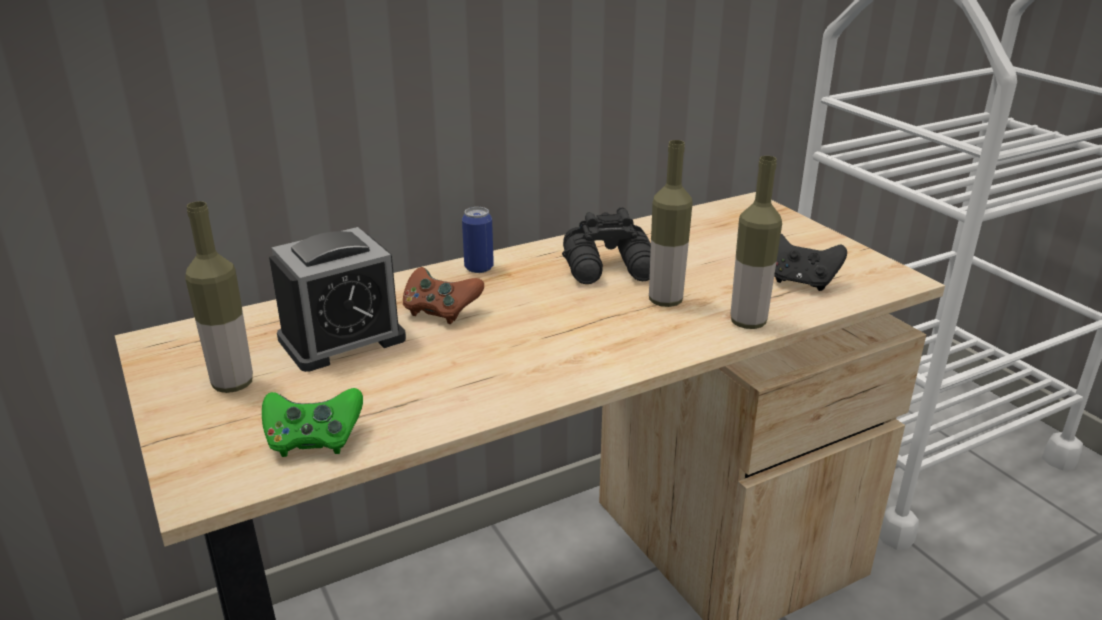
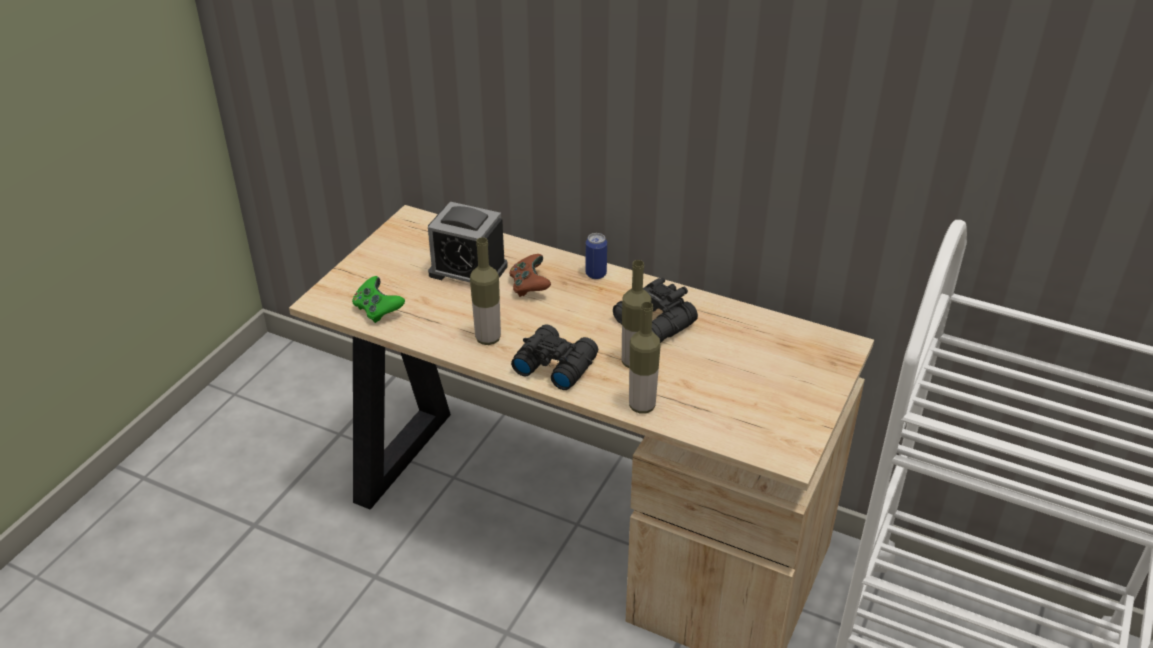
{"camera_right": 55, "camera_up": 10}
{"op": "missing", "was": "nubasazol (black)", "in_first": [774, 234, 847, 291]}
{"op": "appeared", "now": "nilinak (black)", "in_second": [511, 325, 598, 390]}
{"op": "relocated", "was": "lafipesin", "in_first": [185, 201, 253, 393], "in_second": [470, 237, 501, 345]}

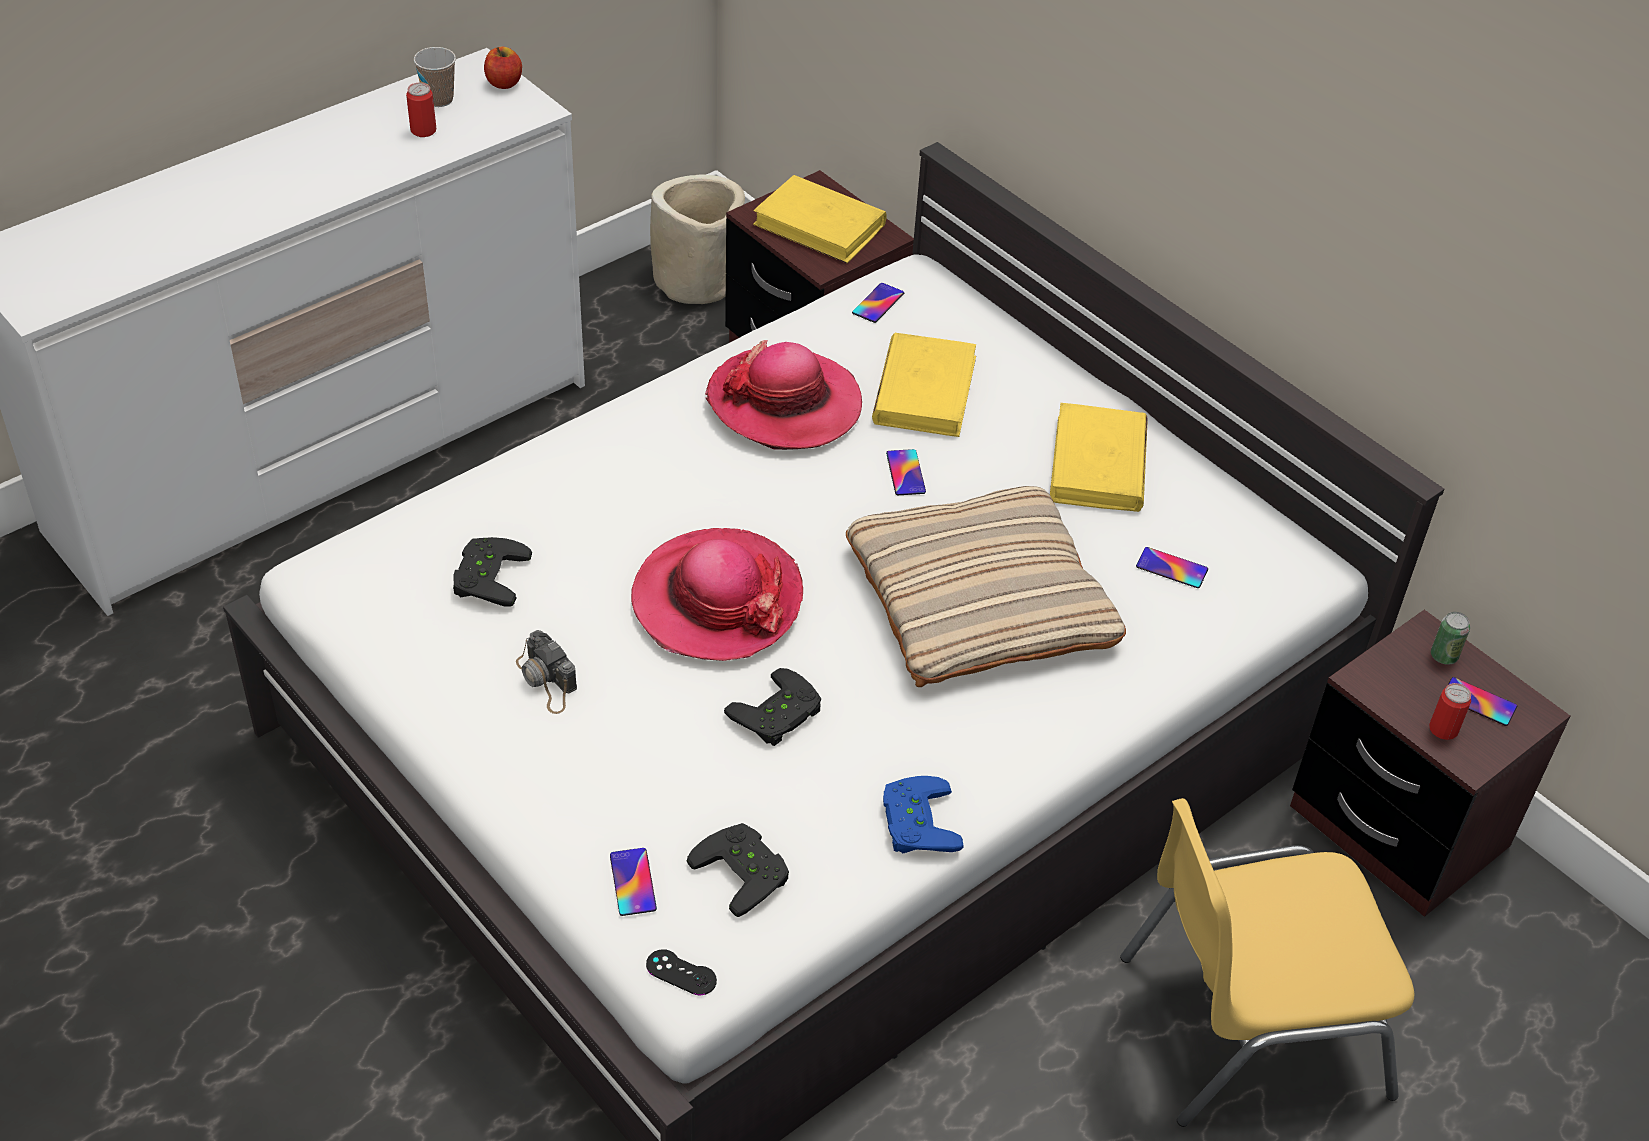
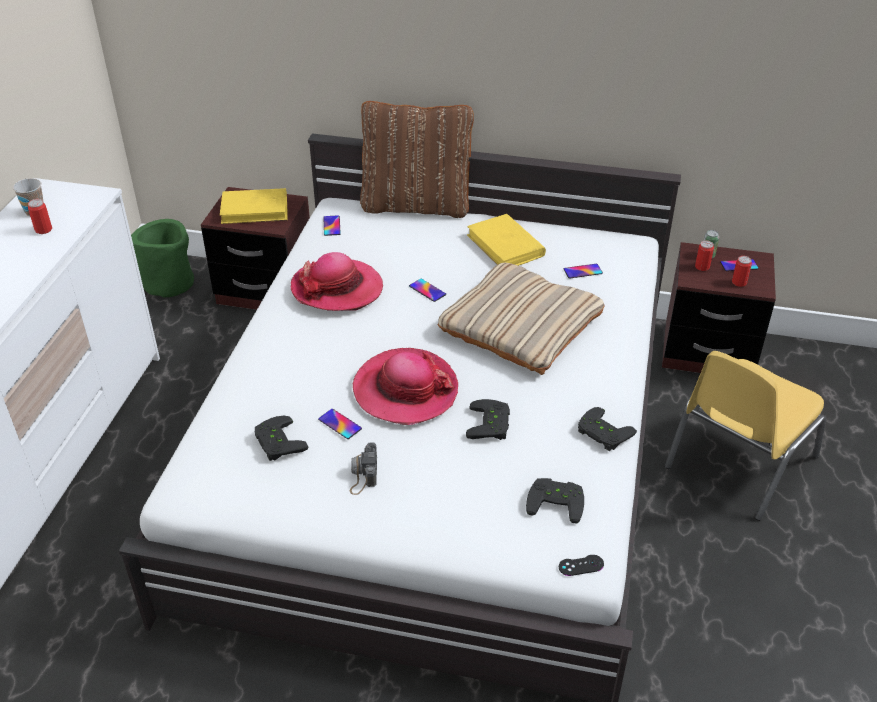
{"camera_right": -35, "camera_up": -5}
{"op": "missing", "was": "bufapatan", "in_first": [484, 47, 522, 89]}
{"op": "missing", "was": "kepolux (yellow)", "in_first": [872, 333, 976, 437]}
{"op": "appeared", "now": "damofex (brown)", "in_second": [360, 101, 474, 218]}
{"op": "appeared", "now": "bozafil", "in_second": [695, 241, 714, 271]}
{"op": "relocated", "was": "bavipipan", "in_first": [610, 848, 657, 916], "in_second": [318, 409, 362, 439]}
{"op": "colour", "was": "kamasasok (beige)", "now": "kamasasok (green)", "in_first": [650, 174, 745, 304], "in_second": [131, 219, 194, 298]}
{"op": "colour", "was": "nubasazol (blue)", "now": "nubasazol (black)", "in_first": [883, 776, 963, 853], "in_second": [578, 407, 637, 451]}
{"op": "spun", "was": "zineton", "in_first": [516, 630, 577, 714], "in_second": [350, 443, 377, 495], "clockwise": 75}

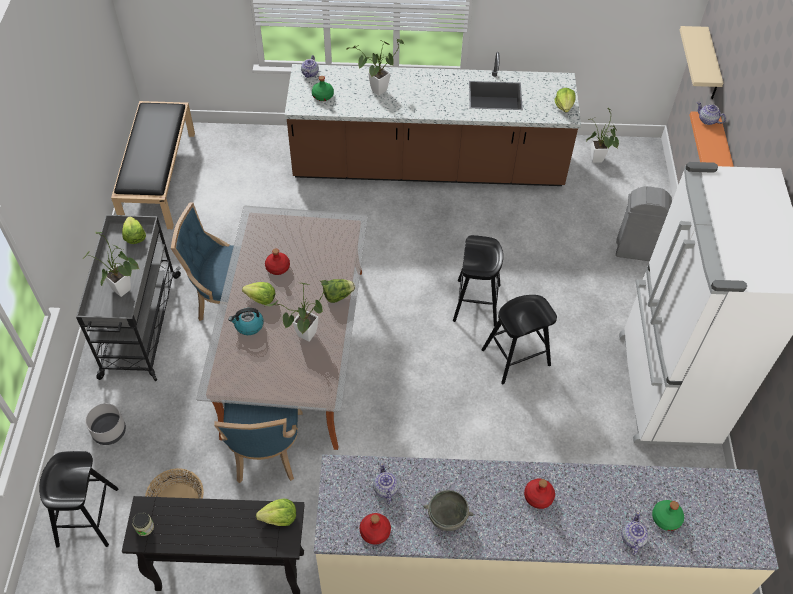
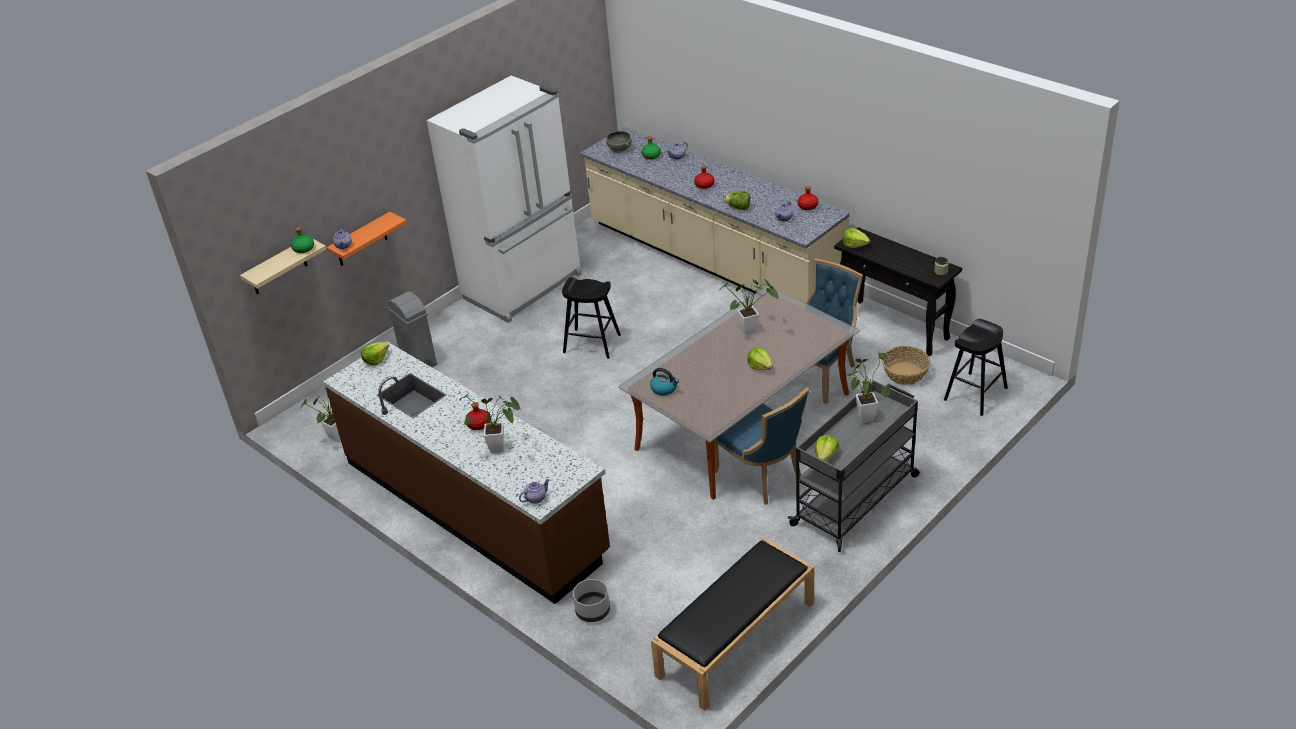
{"camera_right": -135, "camera_up": -15}
{"op": "missing", "was": "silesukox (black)", "in_first": [453, 235, 503, 327]}
{"op": "relocated", "was": "kamasasok (grey)", "in_first": [85, 403, 126, 445], "in_second": [573, 579, 610, 622]}
{"op": "relocated", "was": "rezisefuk", "in_first": [228, 308, 263, 335], "in_second": [650, 368, 679, 396]}
{"op": "relocated", "was": "lafipesin (red)", "in_first": [265, 248, 290, 275], "in_second": [466, 402, 490, 430]}
{"op": "relocated", "was": "lafipesin (green)", "in_first": [312, 76, 334, 101], "in_second": [291, 227, 314, 253]}
{"op": "relocated", "was": "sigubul", "in_first": [323, 279, 355, 303], "in_second": [724, 191, 750, 210]}
{"op": "relocated", "was": "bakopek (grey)", "in_first": [424, 490, 474, 531], "in_second": [606, 131, 631, 153]}

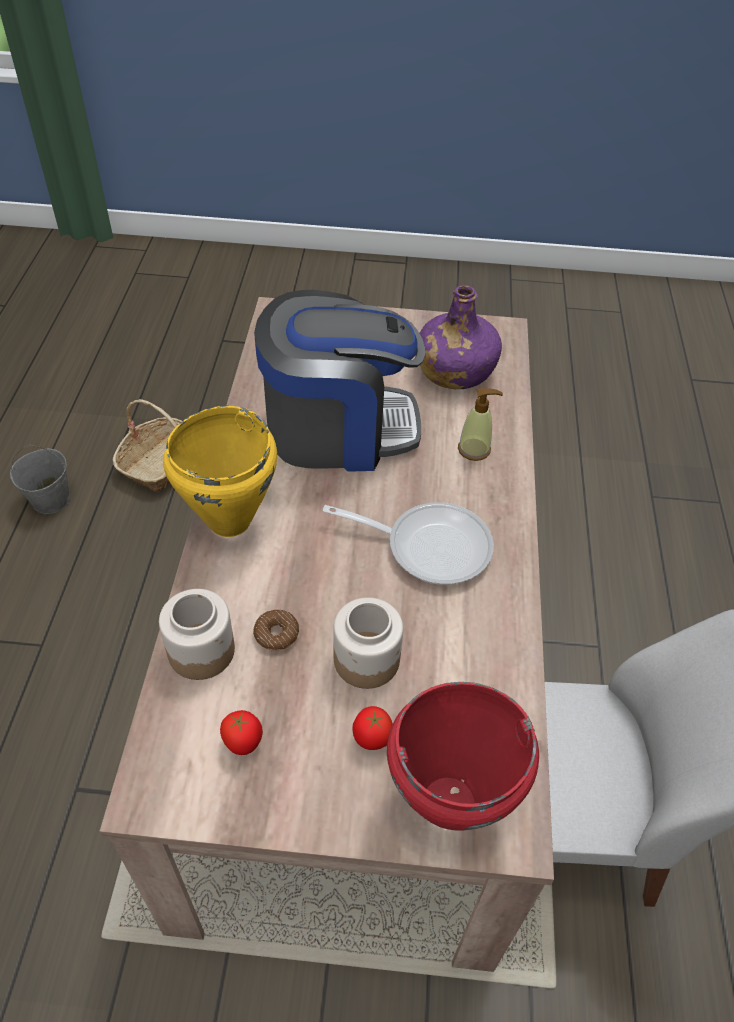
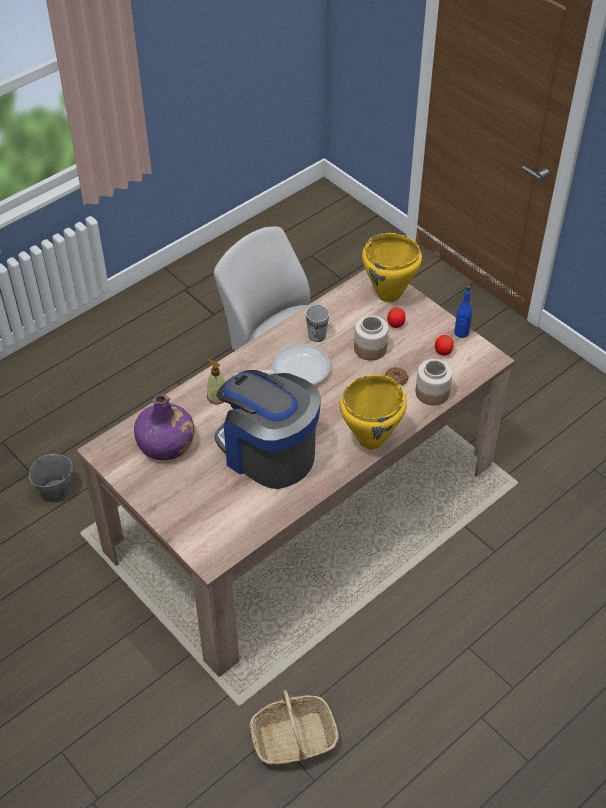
{"camera_right": -135, "camera_up": 0}
{"op": "appeared", "now": "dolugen", "in_second": [305, 305, 329, 342]}
{"op": "appeared", "now": "lafipesin (blue)", "in_second": [454, 285, 472, 338]}
{"op": "relocated", "was": "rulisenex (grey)", "in_first": [10, 445, 70, 514], "in_second": [29, 454, 73, 503]}
{"op": "colour", "was": "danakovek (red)", "now": "danakovek (yellow)", "in_first": [387, 682, 539, 831], "in_second": [362, 233, 422, 302]}
{"op": "spun", "was": "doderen", "in_first": [323, 502, 494, 585], "in_second": [234, 344, 330, 385], "clockwise": 105}

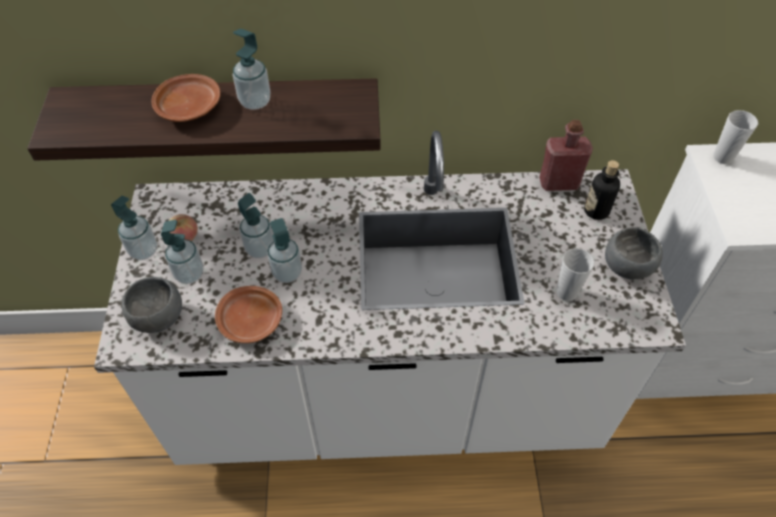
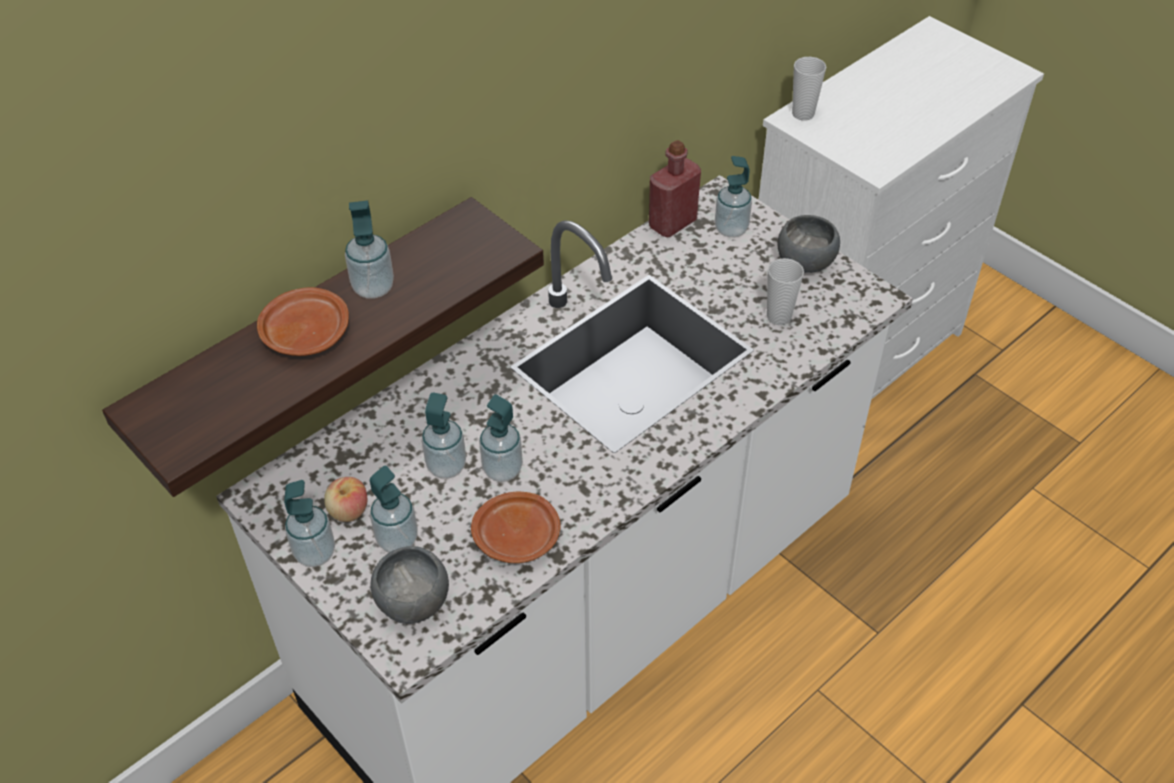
{"camera_right": -40, "camera_up": -5}
{"op": "exchanged", "was": "lafipesin", "now": "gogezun", "in_first": [584, 160, 620, 220], "in_second": [715, 156, 752, 237]}

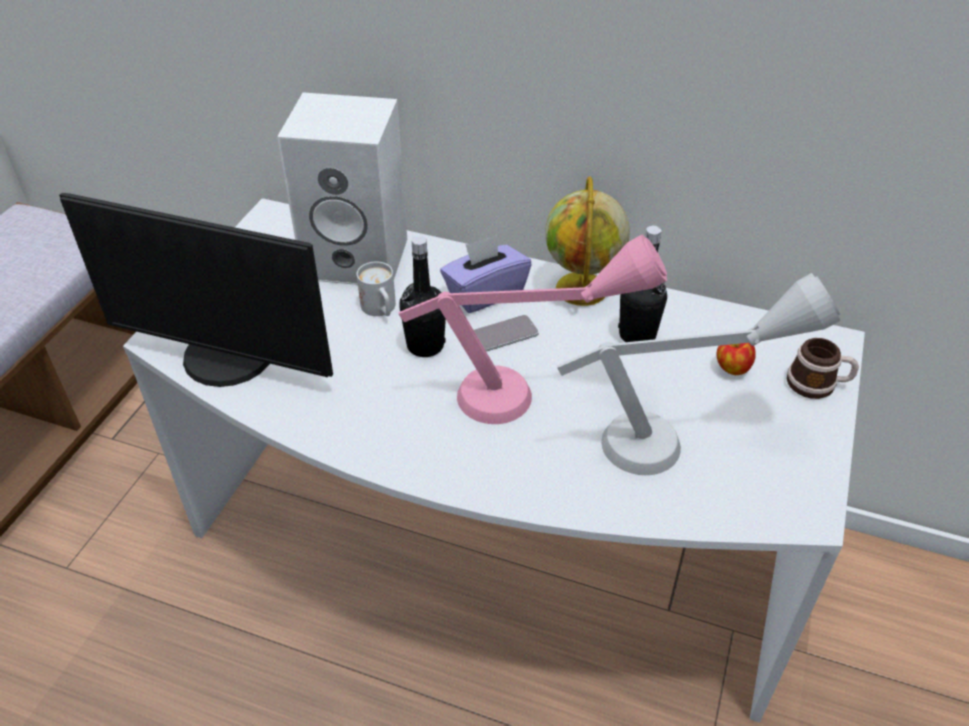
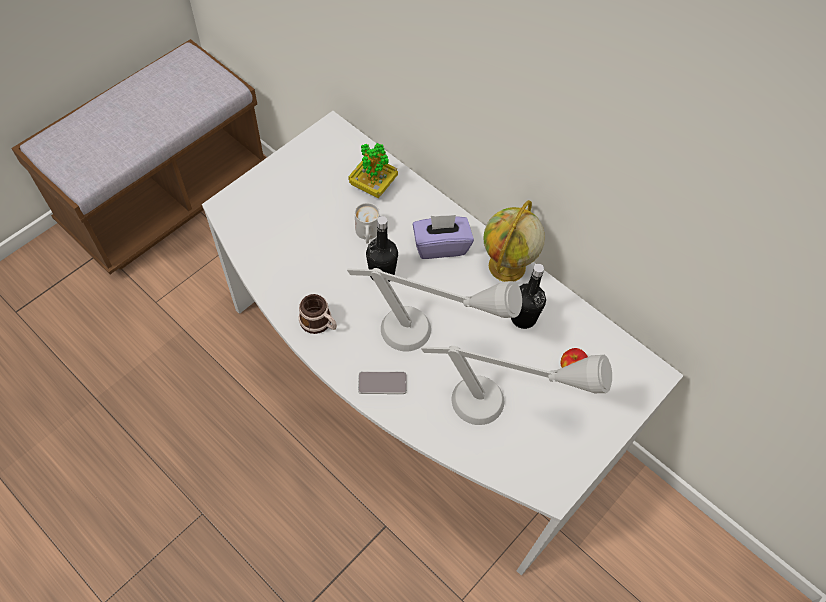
{"camera_right": 20, "camera_up": 15}
{"op": "missing", "was": "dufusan", "in_first": [59, 193, 333, 387]}
{"op": "relocated", "was": "bavipipan", "in_first": [474, 315, 539, 352], "in_second": [358, 371, 407, 394]}
{"op": "relocated", "was": "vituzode", "in_first": [786, 338, 859, 399], "in_second": [298, 294, 337, 334]}
{"op": "exchanged", "was": "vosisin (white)", "now": "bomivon", "in_first": [277, 92, 407, 285], "in_second": [348, 143, 398, 198]}
{"op": "colour", "was": "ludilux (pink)", "now": "ludilux (grey)", "in_first": [398, 235, 667, 424], "in_second": [347, 268, 522, 351]}

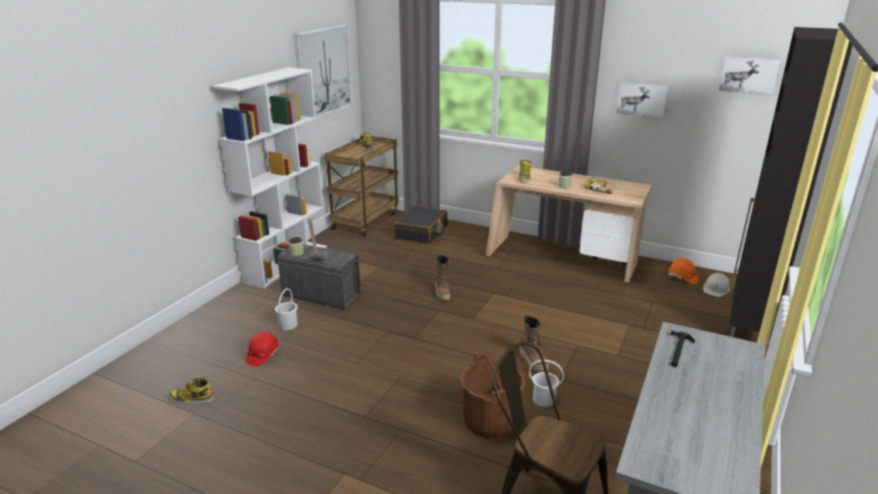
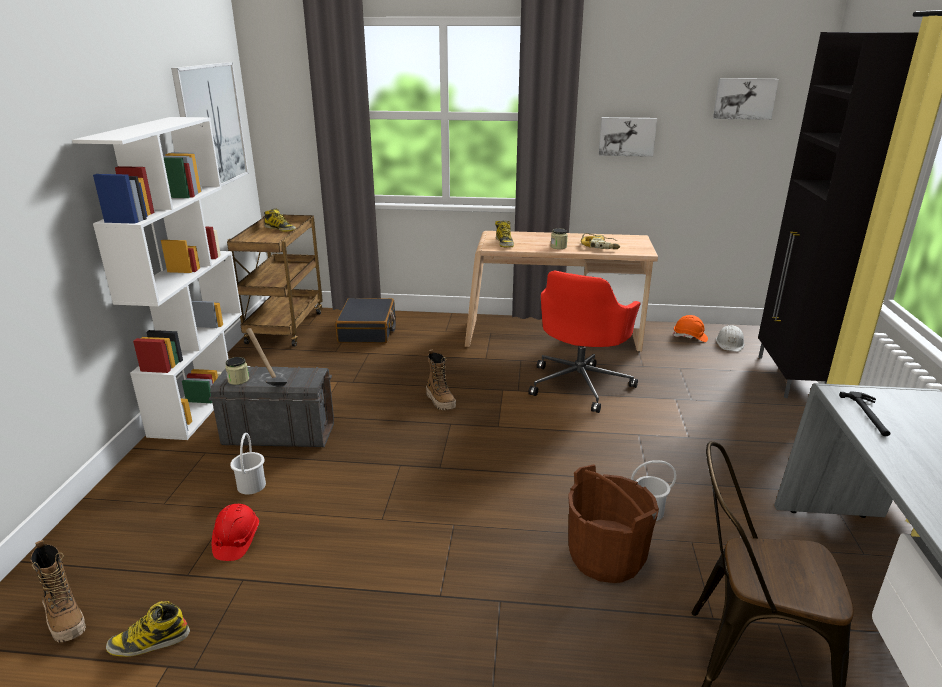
{"camera_right": -20, "camera_up": 0}
{"op": "appeared", "now": "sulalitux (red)", "in_second": [528, 270, 641, 413]}
{"op": "relocated", "was": "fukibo", "in_first": [519, 313, 549, 371], "in_second": [30, 540, 86, 642]}

